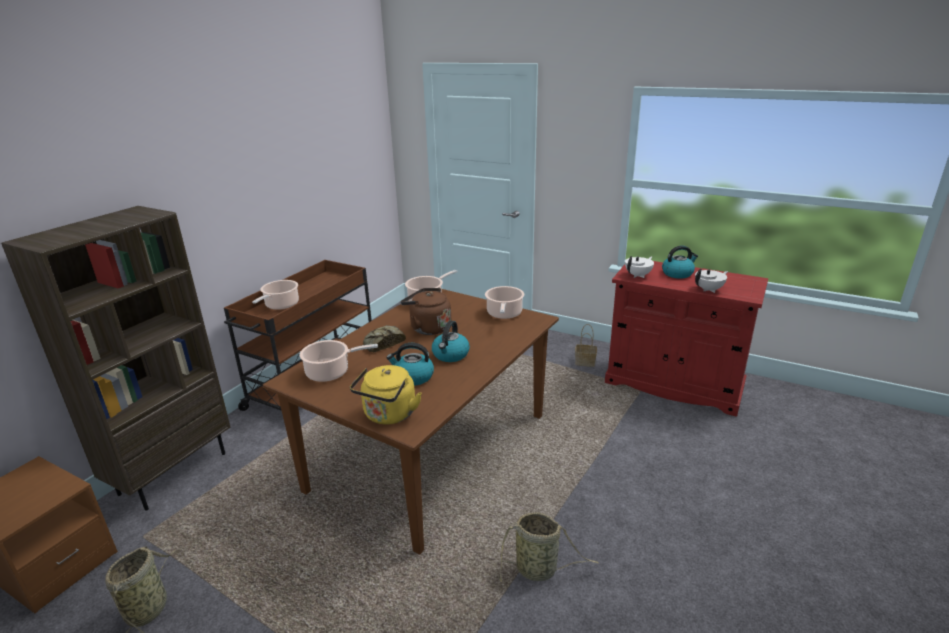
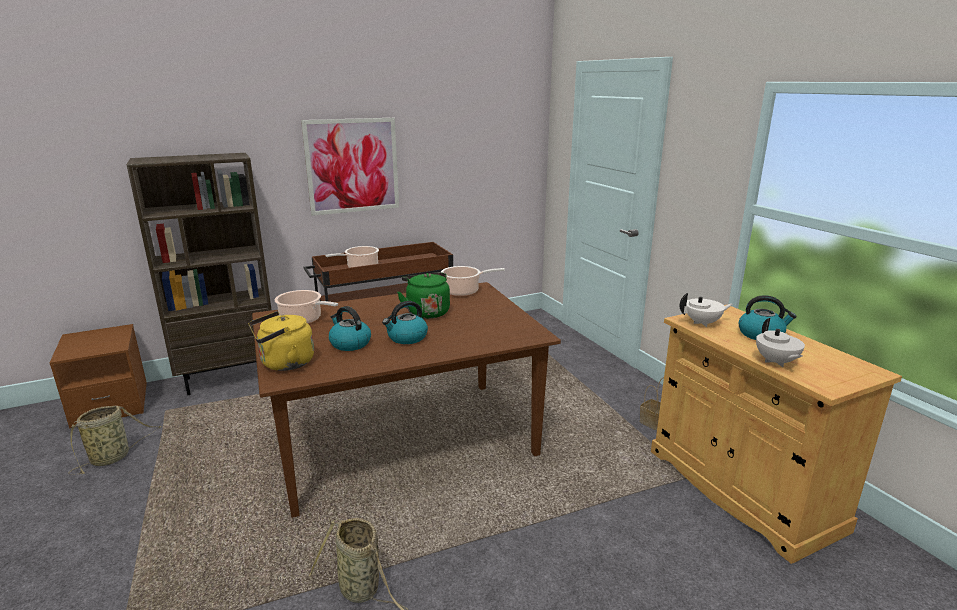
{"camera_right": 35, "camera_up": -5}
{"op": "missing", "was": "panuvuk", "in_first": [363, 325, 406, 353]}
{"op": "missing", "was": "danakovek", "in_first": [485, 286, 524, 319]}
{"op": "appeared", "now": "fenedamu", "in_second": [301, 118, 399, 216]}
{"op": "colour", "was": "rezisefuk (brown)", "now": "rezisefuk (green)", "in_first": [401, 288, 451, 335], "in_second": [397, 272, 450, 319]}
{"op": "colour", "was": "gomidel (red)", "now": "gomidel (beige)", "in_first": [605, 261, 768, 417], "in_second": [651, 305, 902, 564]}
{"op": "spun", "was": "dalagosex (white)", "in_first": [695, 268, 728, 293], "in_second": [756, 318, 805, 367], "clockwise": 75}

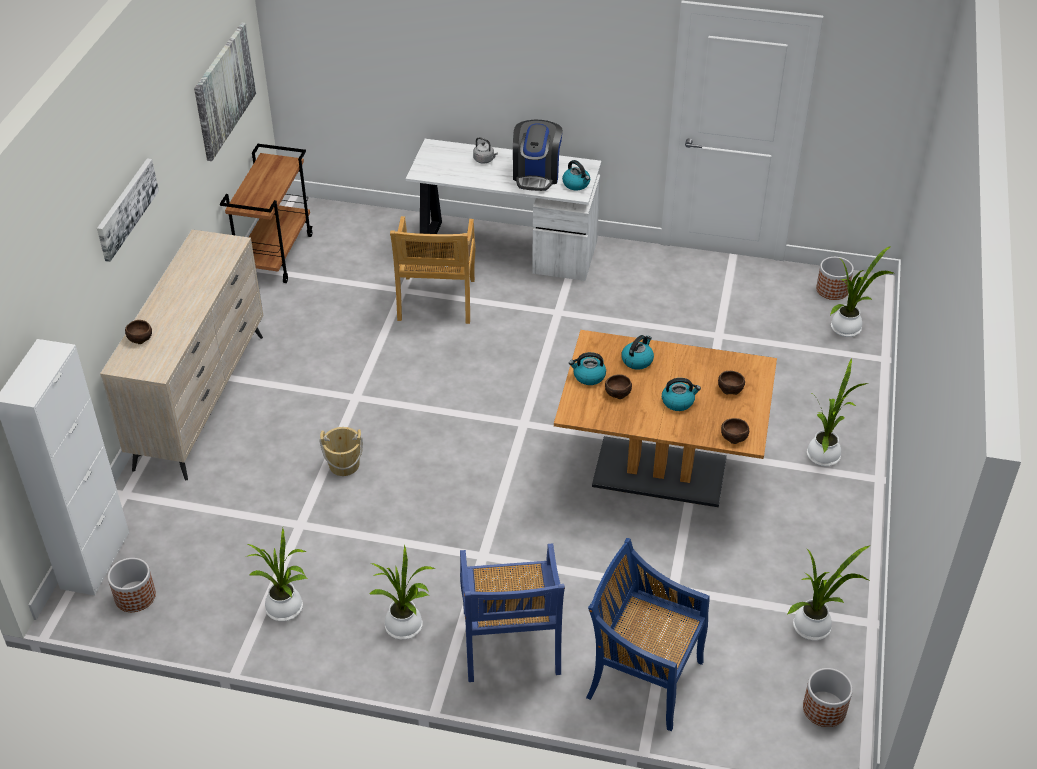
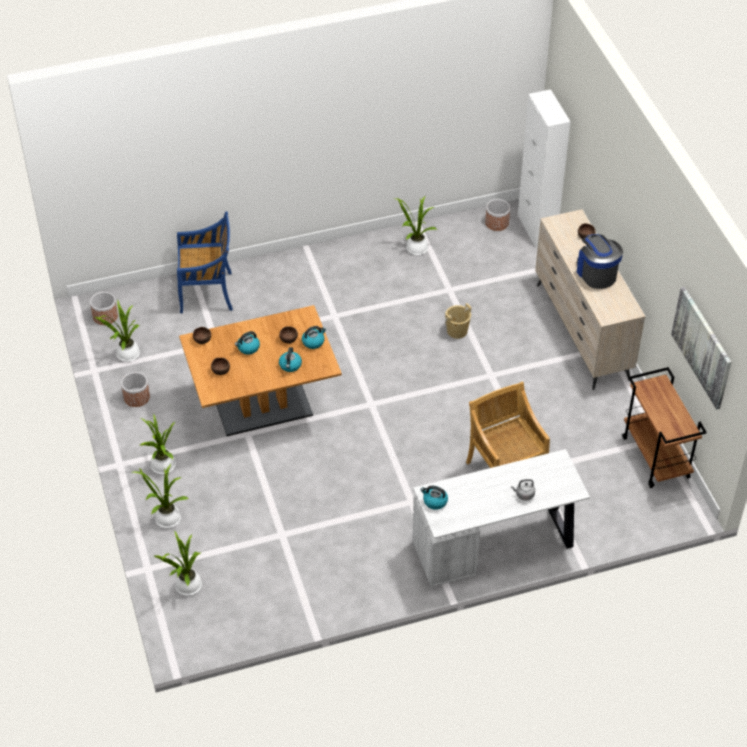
{"camera_right": 150, "camera_up": 5}
{"op": "missing", "was": "fenedamu", "in_first": [97, 158, 159, 262]}
{"op": "missing", "was": "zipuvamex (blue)", "in_first": [460, 543, 565, 682]}
{"op": "relocated", "was": "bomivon", "in_first": [370, 545, 436, 640], "in_second": [133, 464, 188, 528]}
{"op": "relocated", "was": "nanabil", "in_first": [513, 120, 563, 191], "in_second": [577, 234, 623, 289]}
{"op": "relocated", "was": "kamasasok", "in_first": [816, 257, 854, 300], "in_second": [121, 372, 150, 407]}

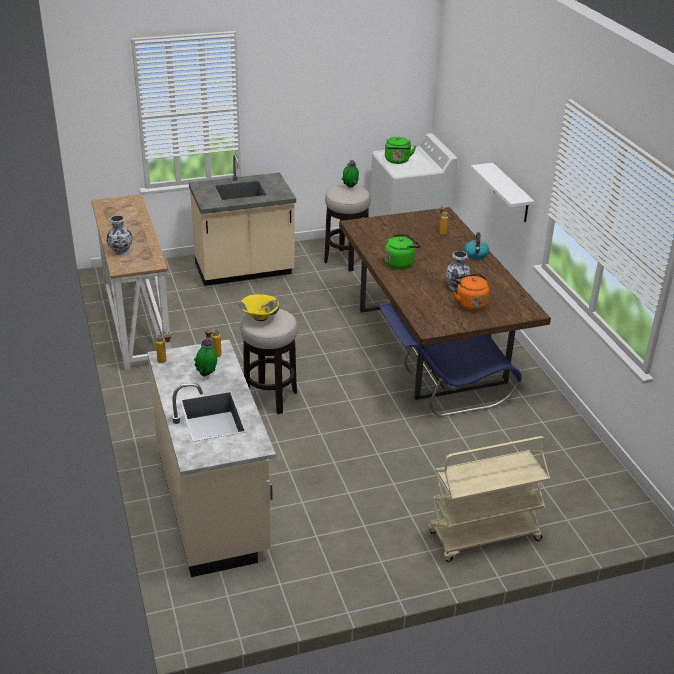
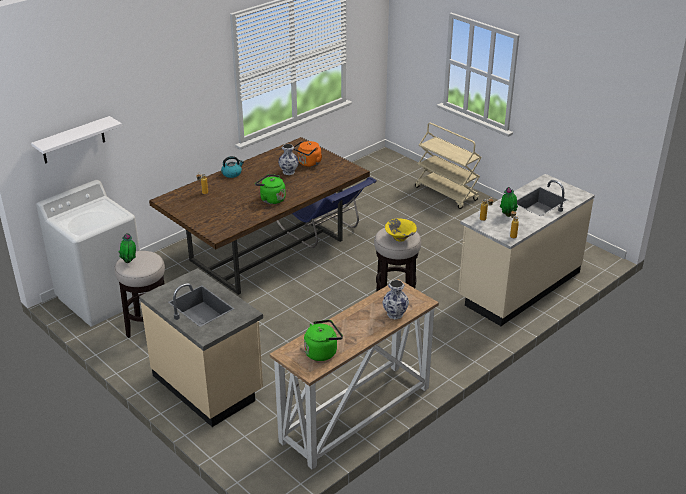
{"camera_right": -115, "camera_up": 0}
{"op": "relocated", "was": "rezisefuk (green)", "in_first": [385, 137, 416, 164], "in_second": [304, 320, 343, 361]}
{"op": "relocated", "was": "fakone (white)", "in_first": [471, 163, 534, 222], "in_second": [31, 116, 122, 164]}

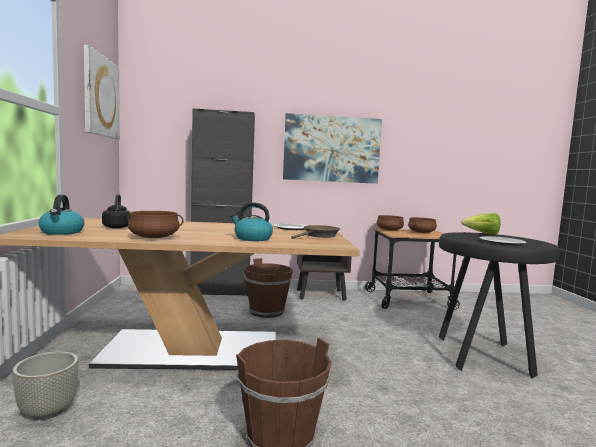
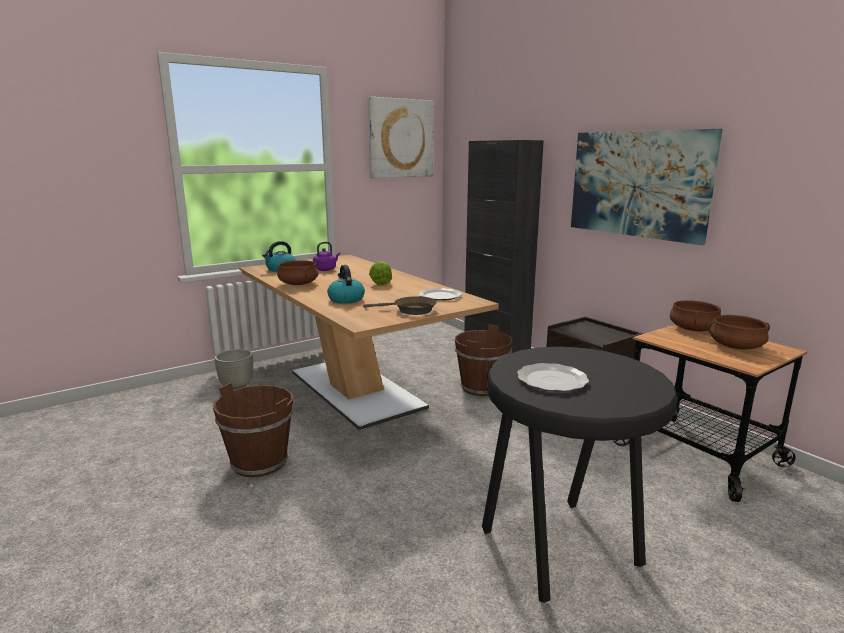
{"camera_right": 60, "camera_up": 10}
{"op": "relocated", "was": "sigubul", "in_first": [461, 213, 501, 235], "in_second": [369, 261, 392, 285]}
{"op": "colour", "was": "rezisefuk (black)", "now": "rezisefuk (purple)", "in_first": [102, 194, 131, 228], "in_second": [313, 242, 340, 271]}

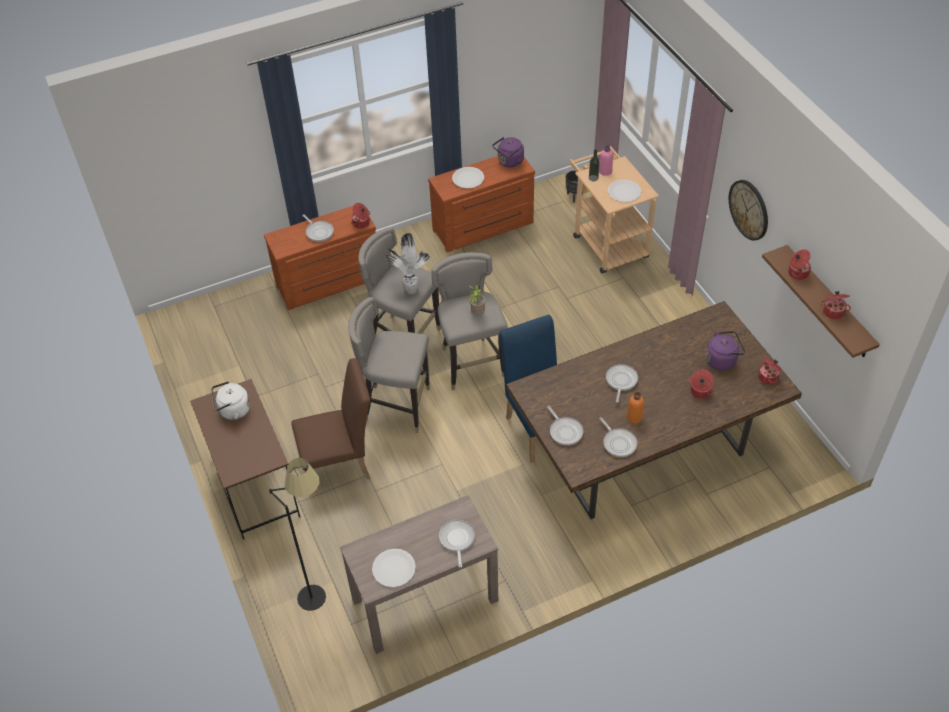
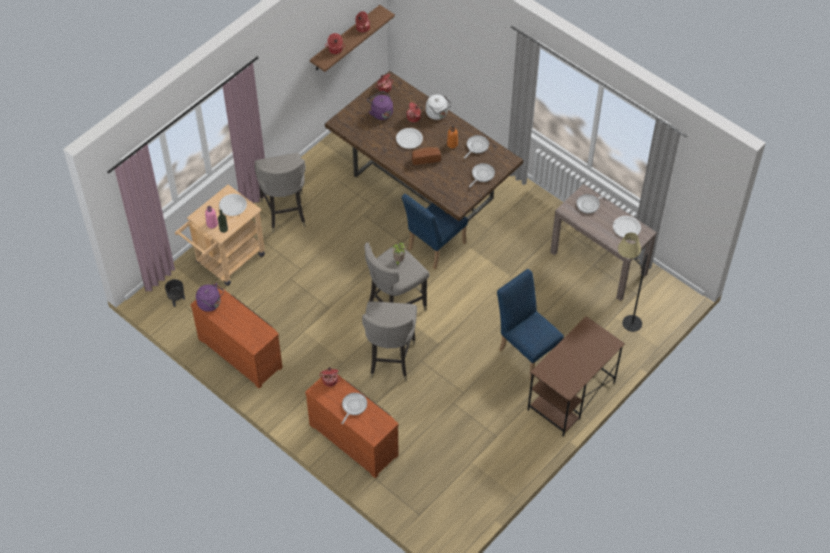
{"camera_right": -115, "camera_up": 5}
{"op": "missing", "was": "bomivon", "in_first": [386, 233, 430, 294]}
{"op": "missing", "was": "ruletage", "in_first": [729, 180, 768, 241]}
{"op": "relocated", "was": "rezisefuk (white)", "in_first": [211, 381, 250, 420], "in_second": [426, 95, 452, 120]}
{"op": "relocated", "was": "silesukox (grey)", "in_first": [348, 297, 430, 433], "in_second": [254, 153, 306, 233]}
{"op": "relocated", "was": "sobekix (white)", "in_first": [452, 167, 484, 188], "in_second": [396, 128, 423, 149]}
{"op": "exchanged", "was": "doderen", "now": "panuvuk", "in_first": [606, 364, 638, 403], "in_second": [412, 147, 441, 165]}
{"op": "colour", "was": "zipuvamex (brown)", "now": "zipuvamex (blue)", "in_first": [291, 358, 370, 479], "in_second": [497, 269, 564, 380]}

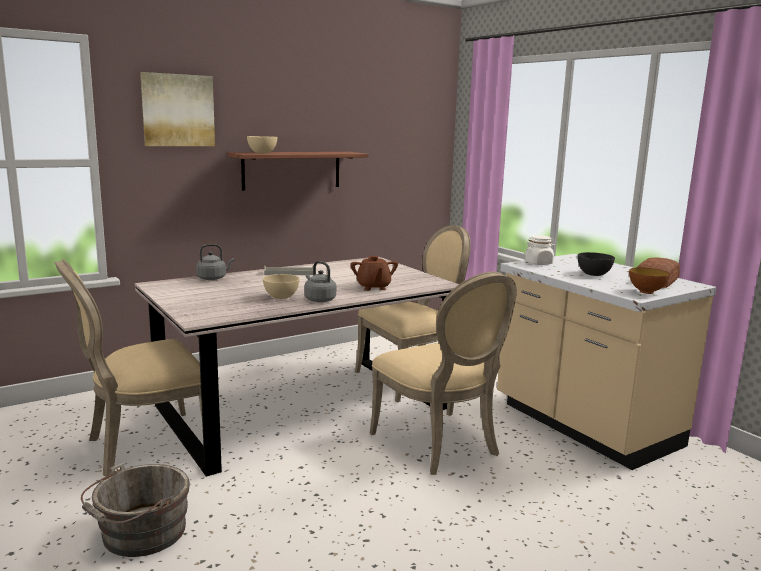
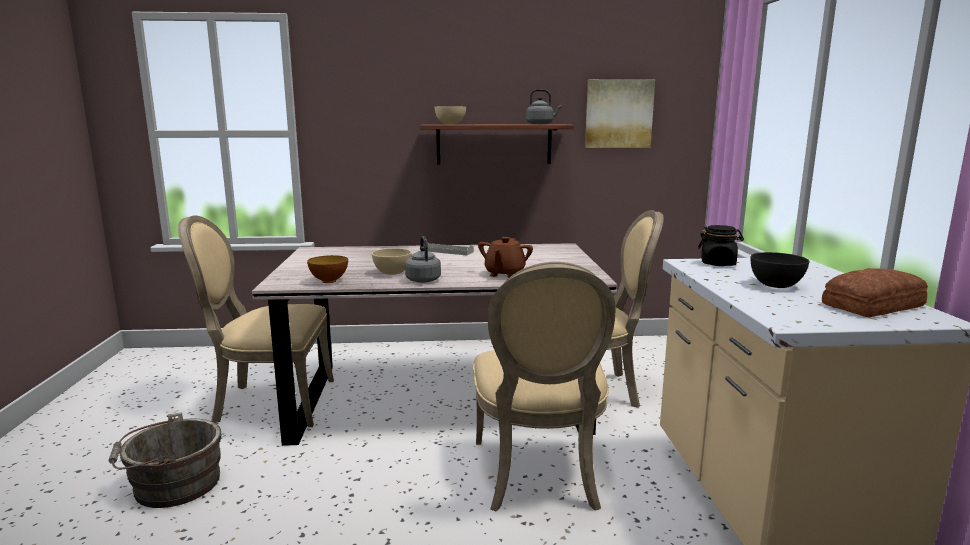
{"camera_right": 30, "camera_up": 0}
{"op": "relocated", "was": "fenedamu", "in_first": [140, 72, 215, 146], "in_second": [585, 79, 655, 148]}
{"op": "relocated", "was": "rezisefuk (grey)", "in_first": [196, 244, 234, 280], "in_second": [526, 89, 562, 124]}
{"op": "relocated", "was": "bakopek", "in_first": [629, 267, 670, 294], "in_second": [307, 255, 348, 283]}
{"op": "colour", "was": "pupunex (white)", "now": "pupunex (black)", "in_first": [525, 235, 556, 265], "in_second": [698, 225, 744, 266]}

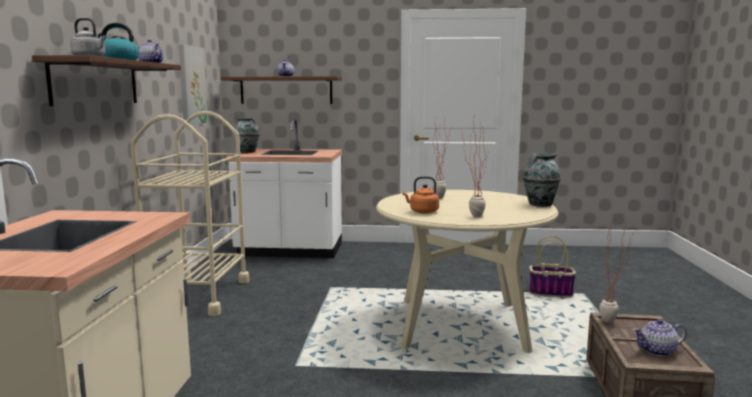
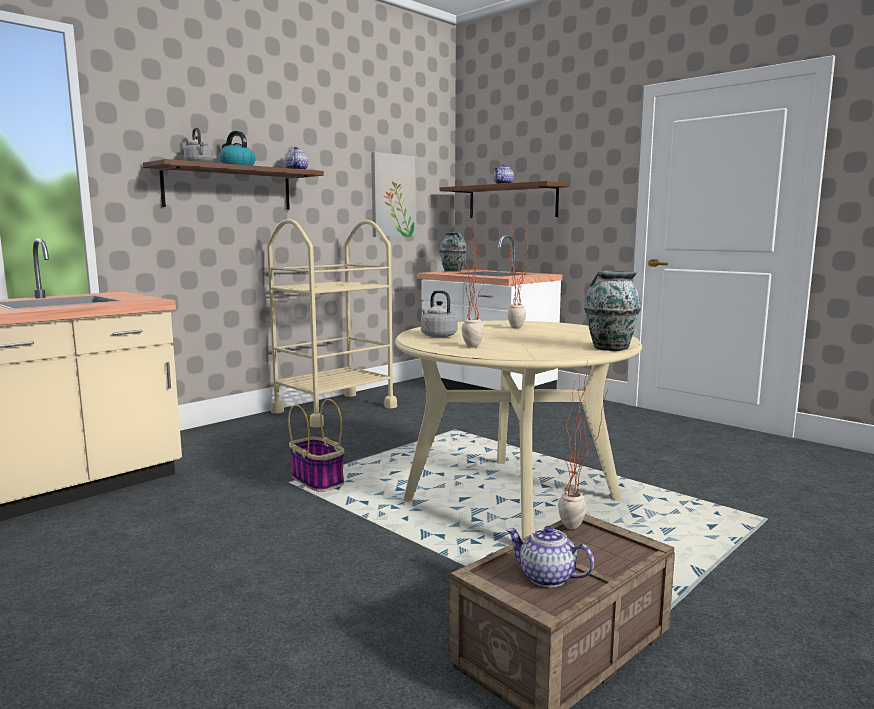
{"camera_right": 40, "camera_up": 0}
{"op": "relocated", "was": "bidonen", "in_first": [529, 236, 576, 297], "in_second": [288, 399, 344, 492]}
{"op": "colour", "was": "rezisefuk (orange)", "now": "rezisefuk (grey)", "in_first": [403, 176, 439, 214], "in_second": [421, 290, 458, 338]}

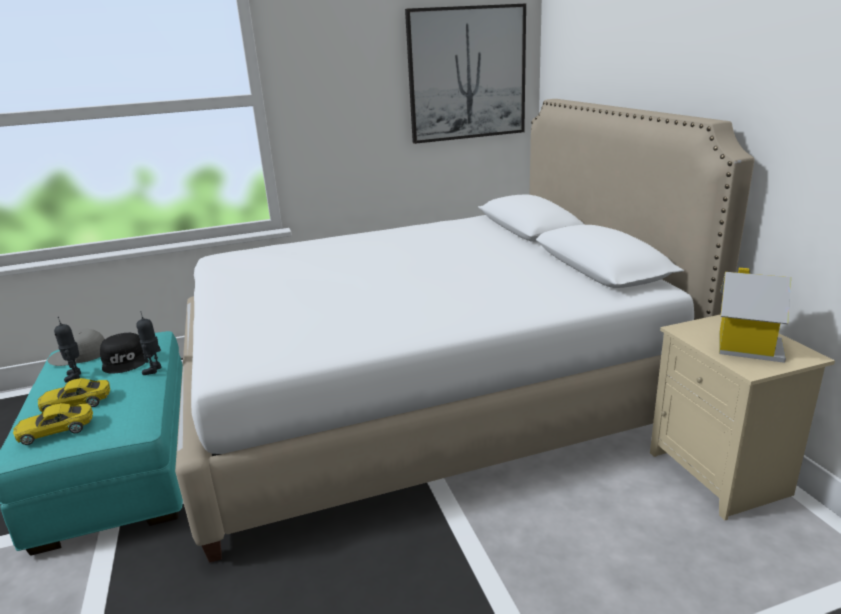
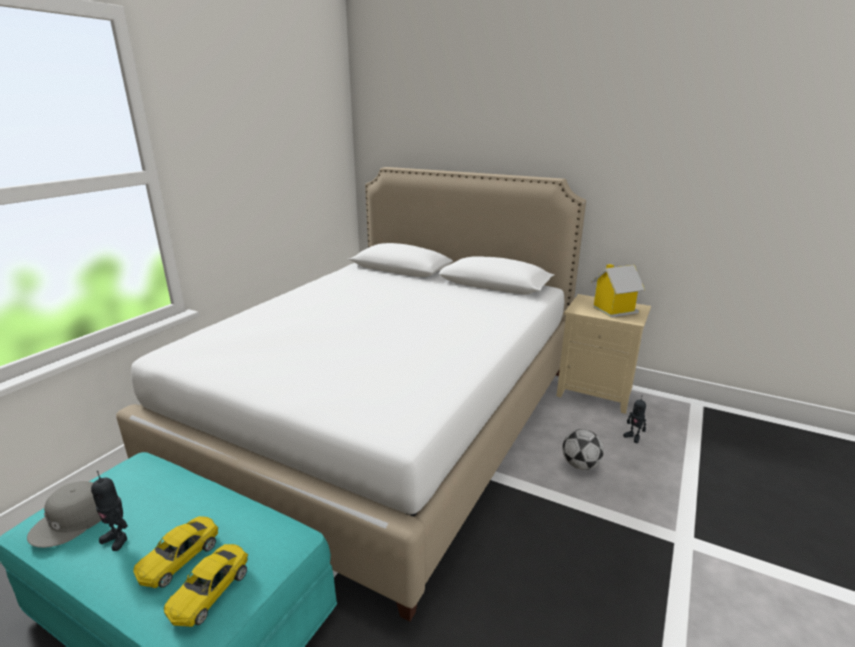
{"camera_right": -45, "camera_up": 0}
{"op": "missing", "was": "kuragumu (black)", "in_first": [100, 332, 146, 374]}
{"op": "missing", "was": "fenedamu", "in_first": [405, 4, 526, 144]}
{"op": "appeared", "now": "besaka", "in_second": [563, 429, 604, 470]}
{"op": "relocated", "was": "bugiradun", "in_first": [136, 311, 161, 375], "in_second": [623, 397, 646, 443]}

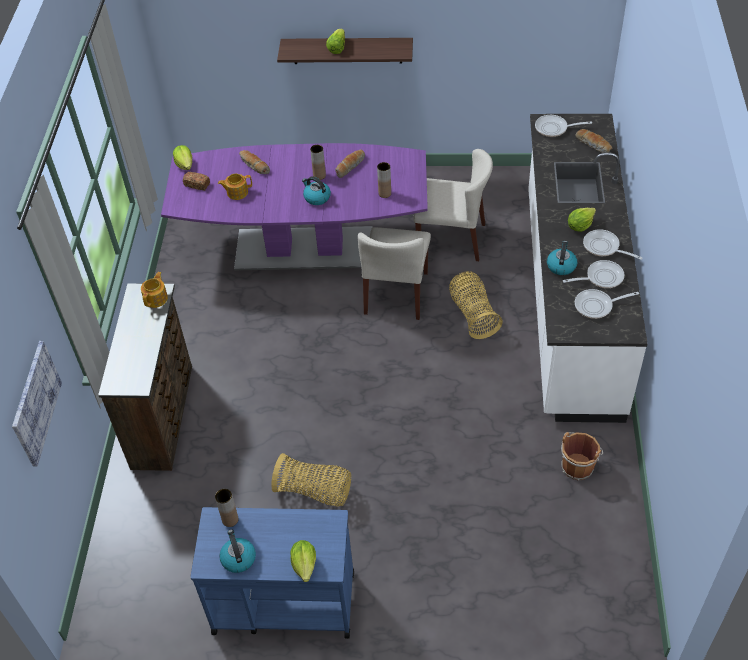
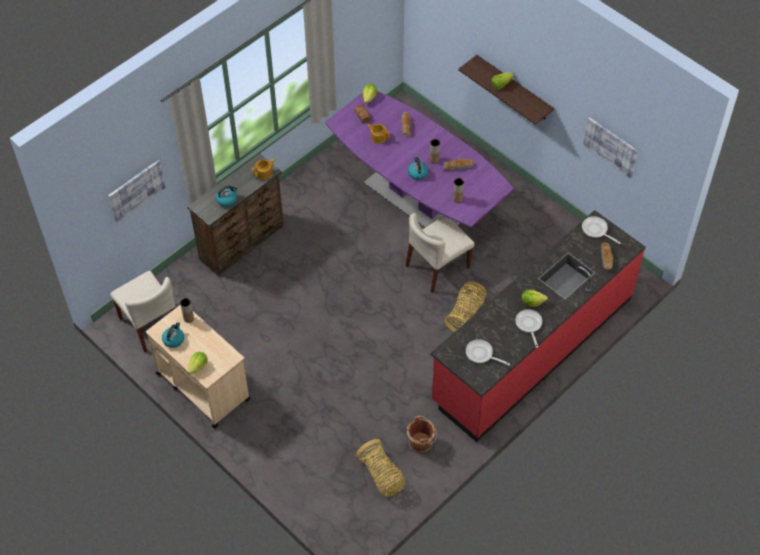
{"camera_right": 40, "camera_up": 5}
{"op": "missing", "was": "doderen", "in_first": [563, 260, 625, 288]}
{"op": "appeared", "now": "fenedamu", "in_second": [583, 117, 638, 178]}
{"op": "relocated", "was": "bidonen", "in_first": [271, 453, 351, 506], "in_second": [356, 439, 406, 497]}
{"op": "relocated", "was": "zipuvamex (beige)", "in_first": [413, 149, 493, 261], "in_second": [110, 271, 175, 352]}
{"op": "relocated", "was": "rezisefuk", "in_first": [547, 241, 577, 275], "in_second": [216, 186, 238, 207]}
{"op": "colour", "was": "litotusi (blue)", "now": "litotusi (beige)", "in_first": [190, 507, 354, 639], "in_second": [146, 305, 250, 428]}
{"op": "colour", "was": "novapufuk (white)", "now": "novapufuk (red)", "in_first": [528, 114, 648, 423], "in_second": [430, 210, 646, 442]}

